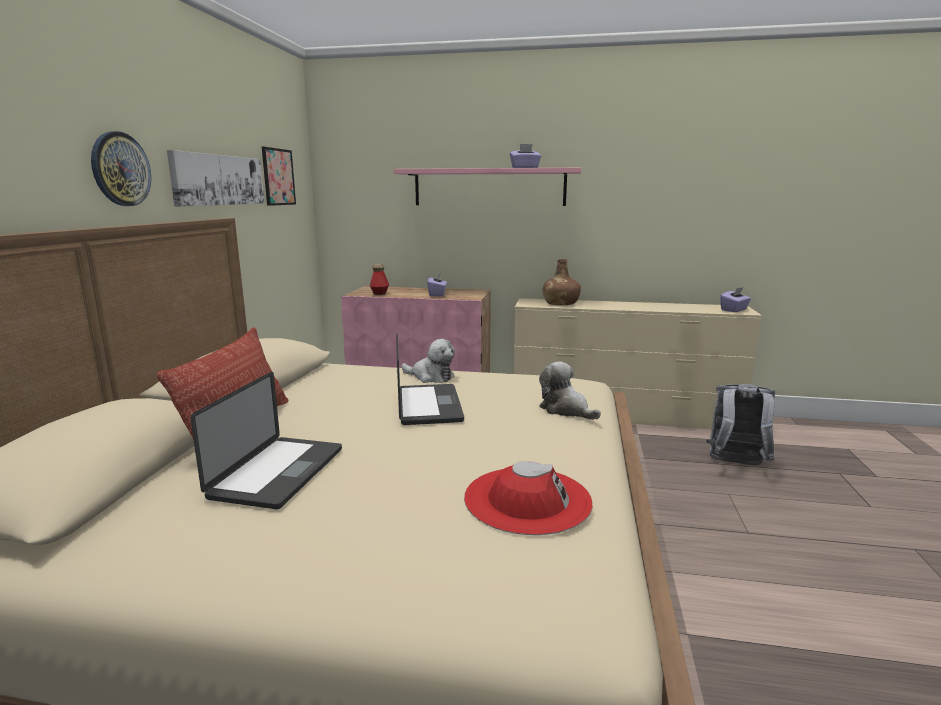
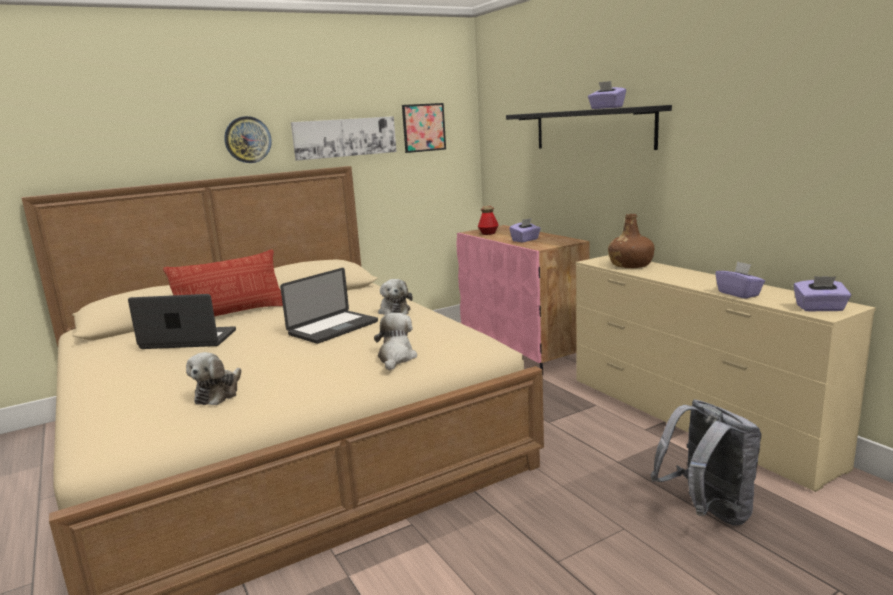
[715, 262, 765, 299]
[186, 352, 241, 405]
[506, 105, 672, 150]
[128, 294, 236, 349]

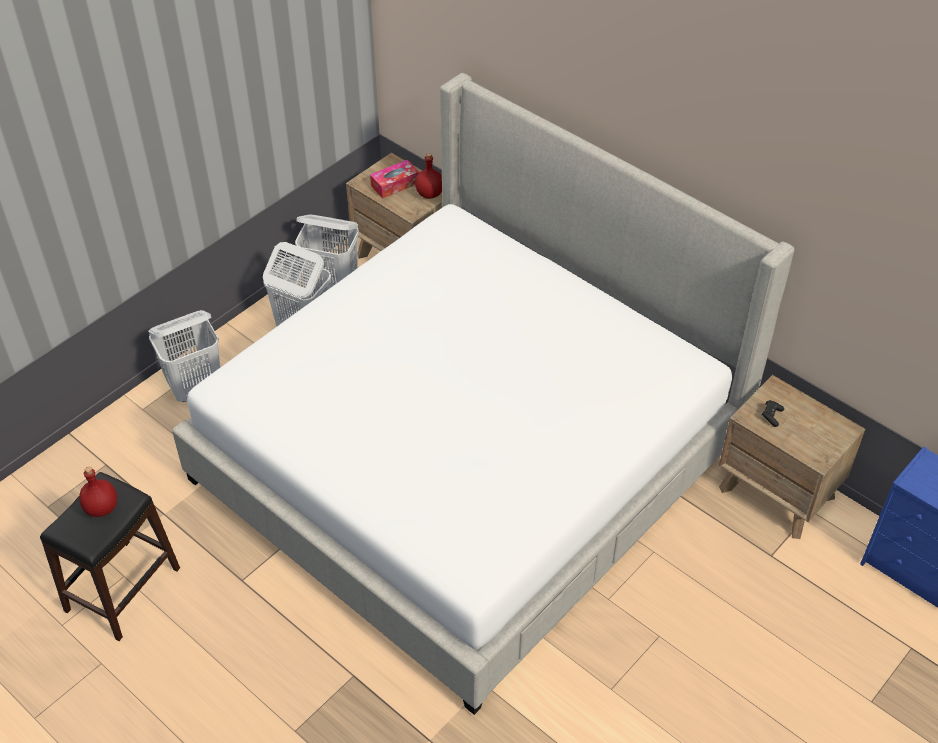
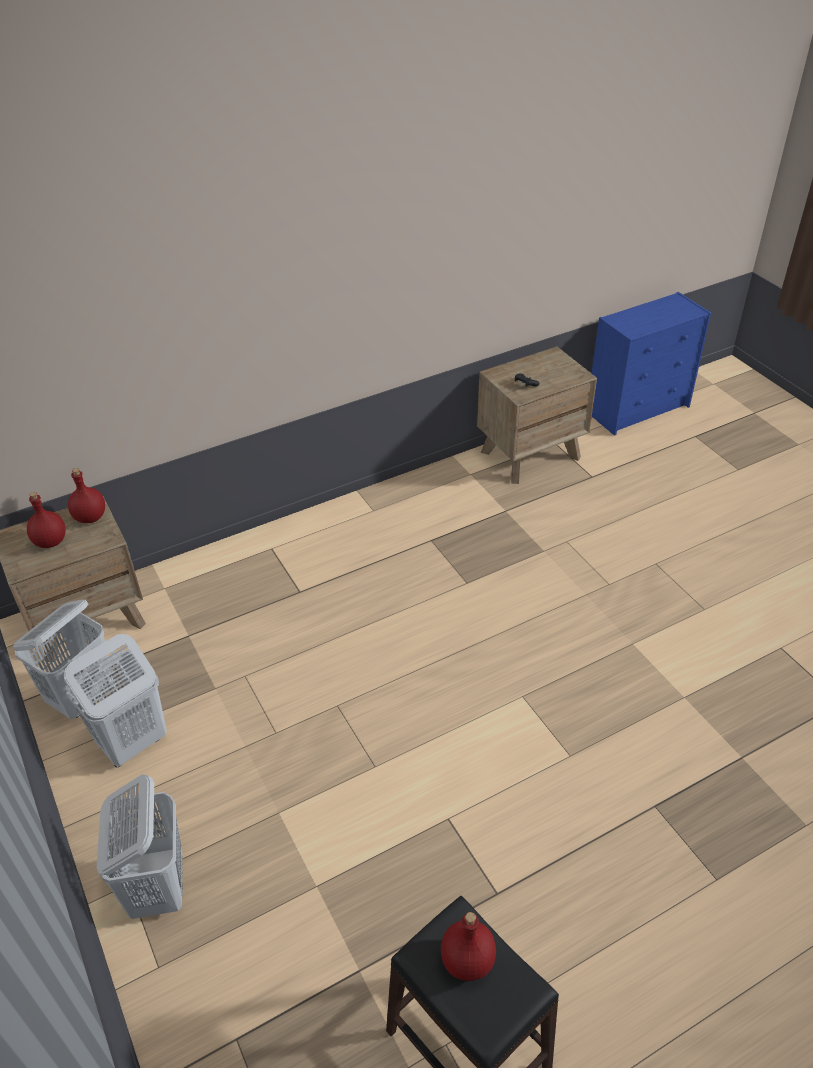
[172, 73, 795, 715] (first image)
[27, 492, 66, 548]

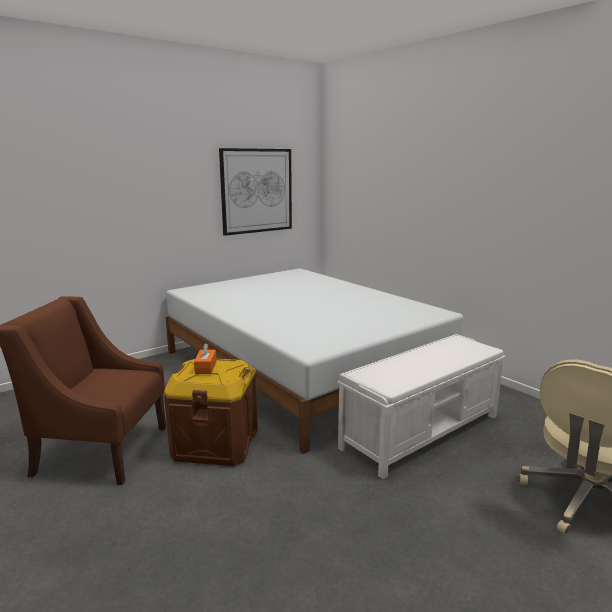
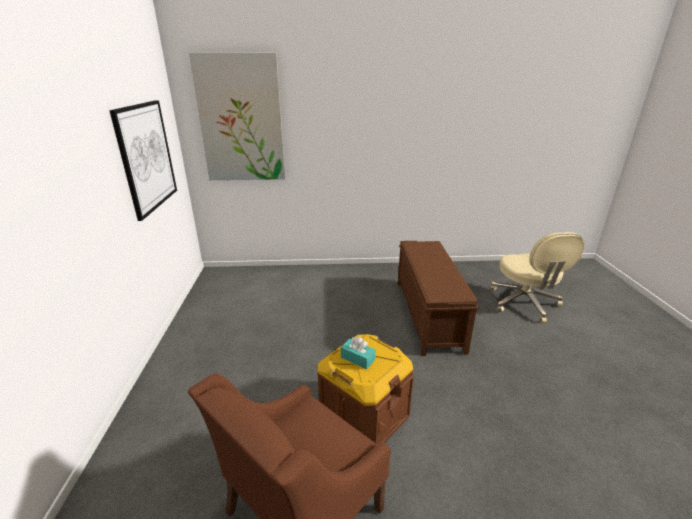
[165, 268, 464, 454] (first image)
[189, 53, 285, 180]
[341, 337, 375, 369]
[398, 241, 479, 356]

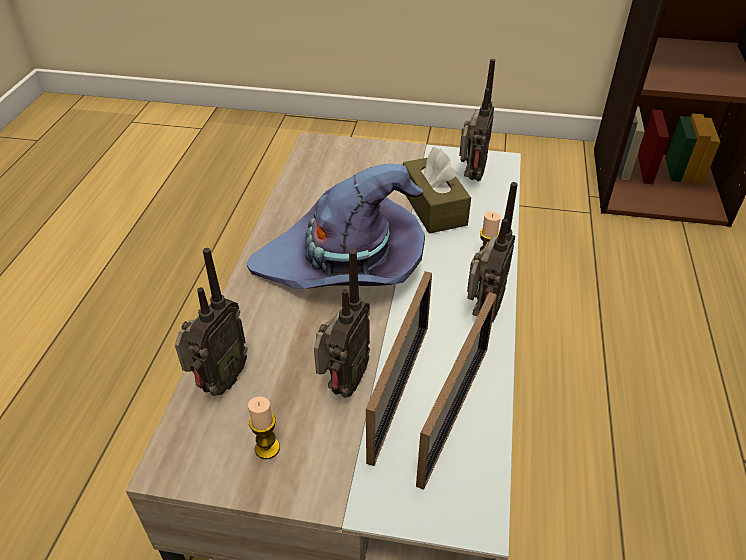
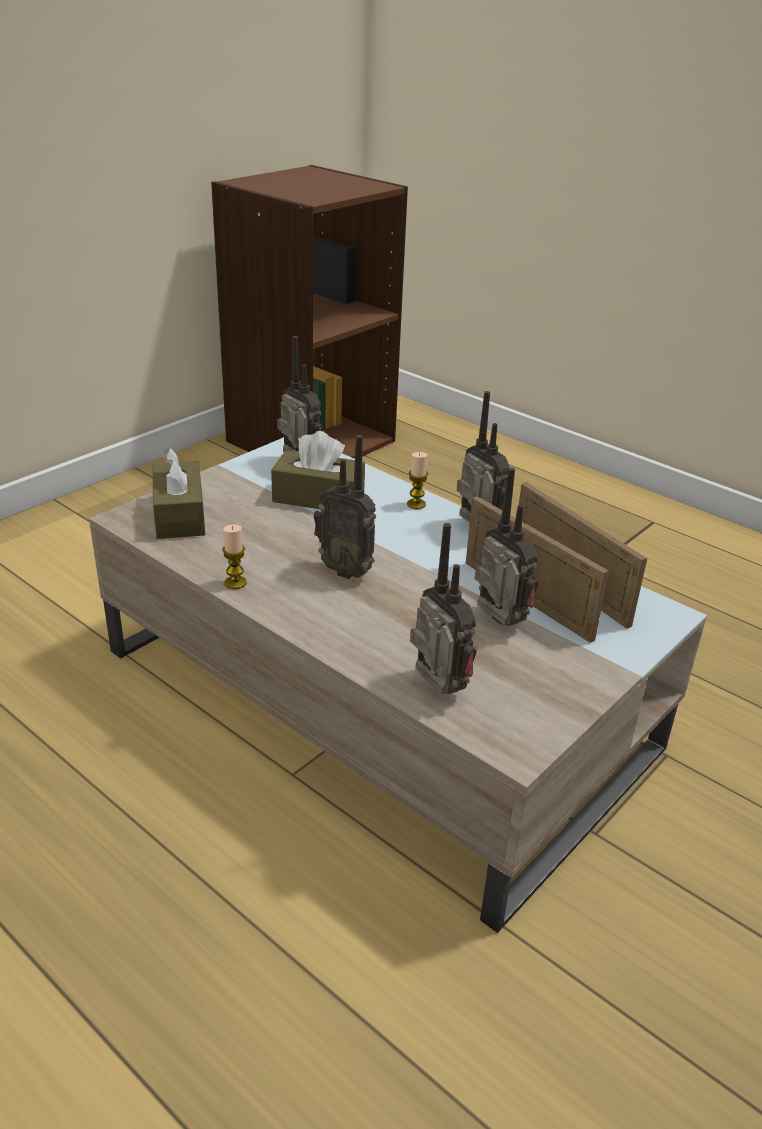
[152, 447, 205, 539]
[222, 524, 247, 589]
[313, 435, 376, 579]

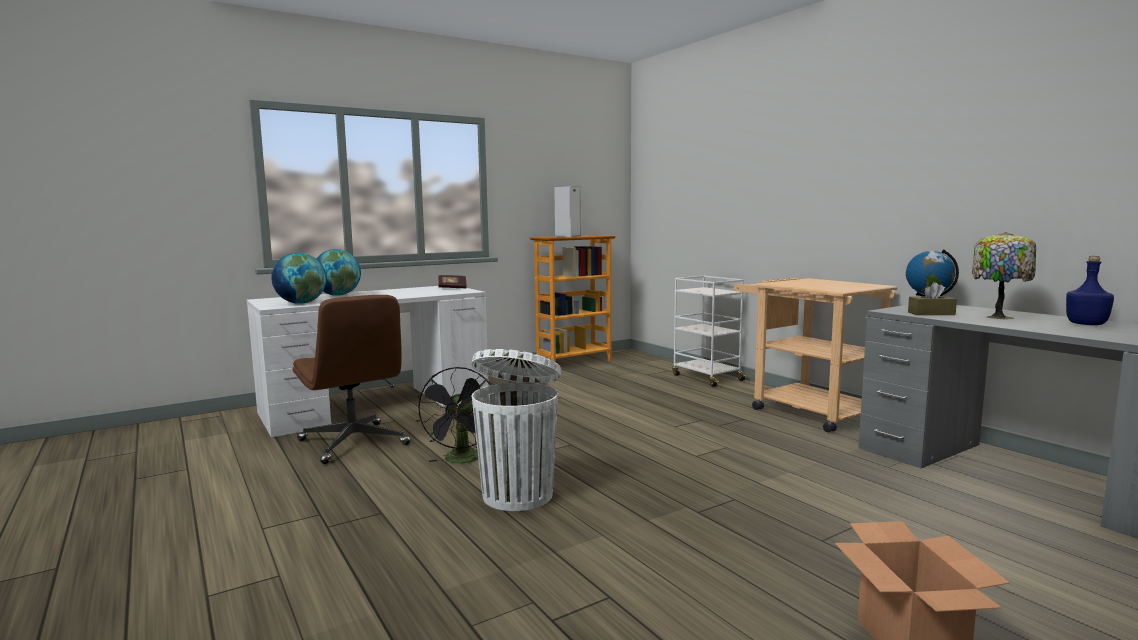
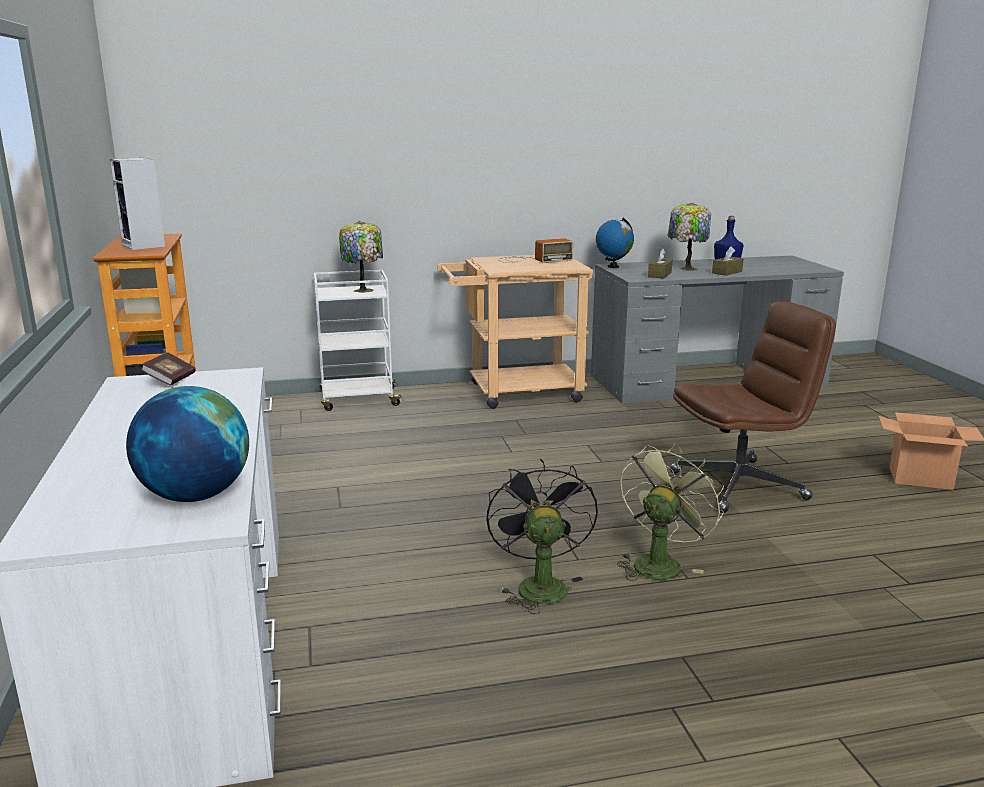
[316, 249, 361, 296] (first image)
[339, 221, 383, 293]
[499, 238, 573, 263]
[712, 246, 743, 276]
[670, 302, 836, 513]
[617, 443, 724, 581]
[487, 459, 598, 614]

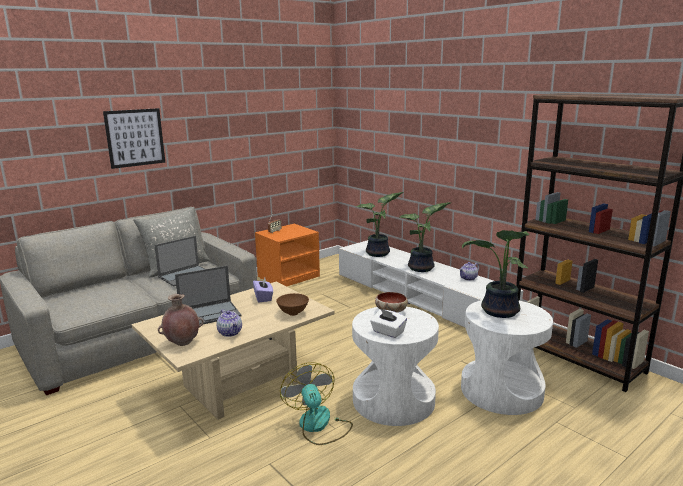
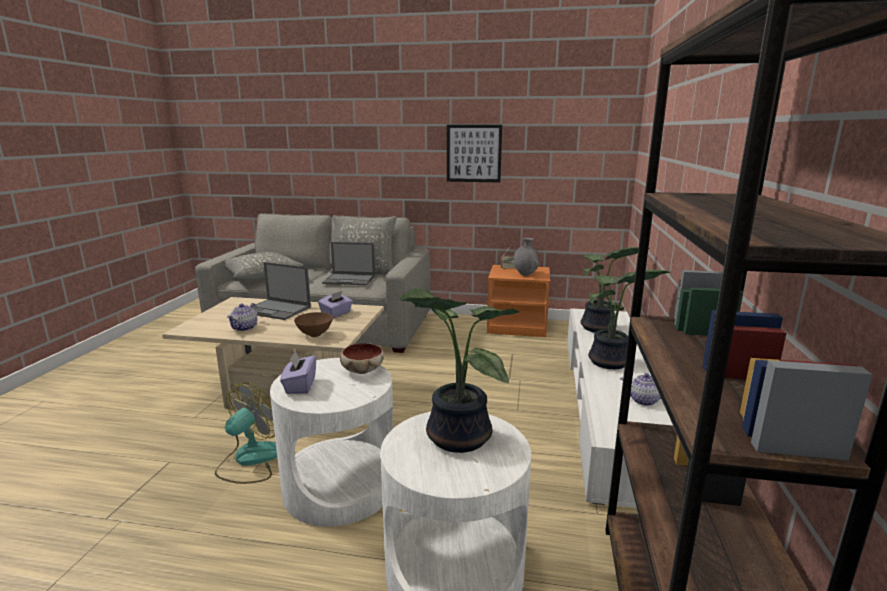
[158, 294, 203, 346] (first image)
[224, 252, 304, 280]
[514, 238, 540, 276]
[447, 125, 502, 182]
[280, 351, 316, 394]

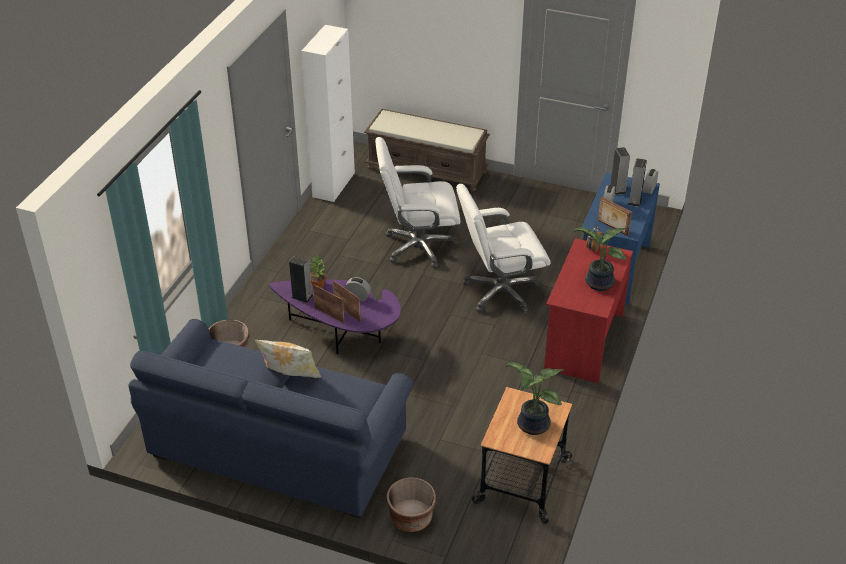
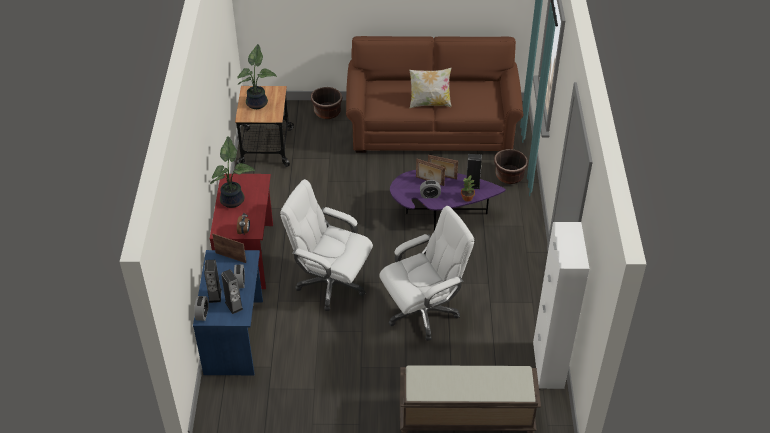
[346, 36, 523, 153]
[280, 179, 373, 311]

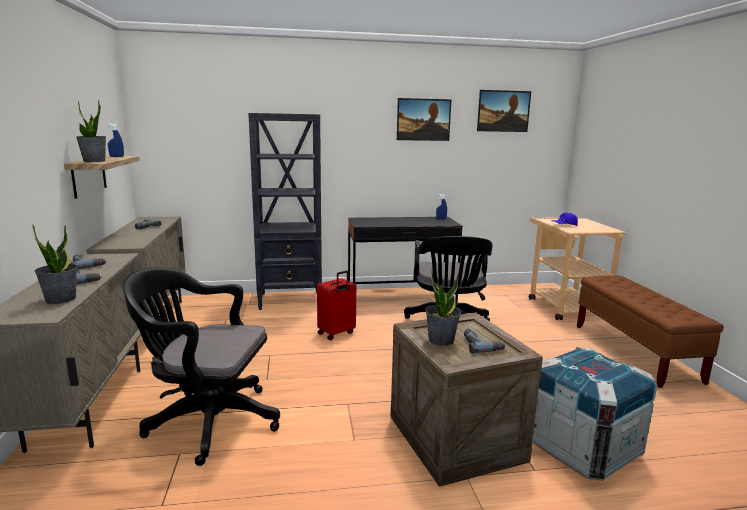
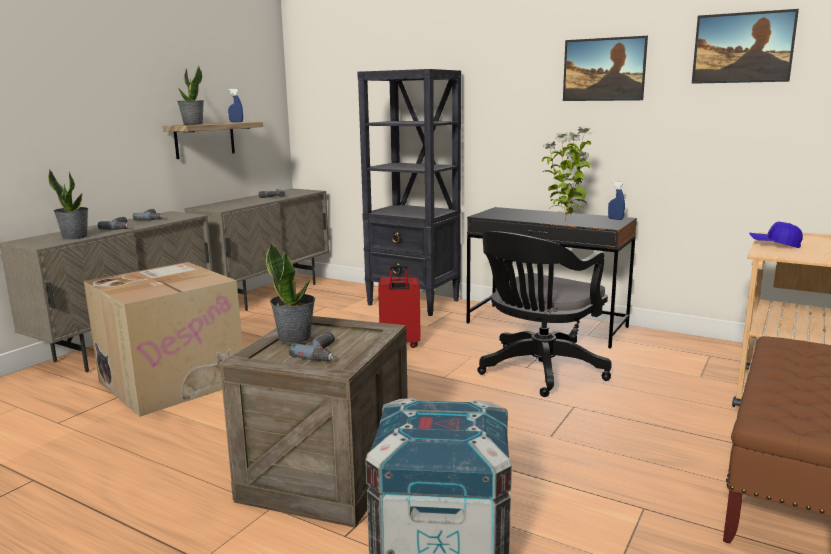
[542, 126, 592, 222]
[84, 262, 243, 417]

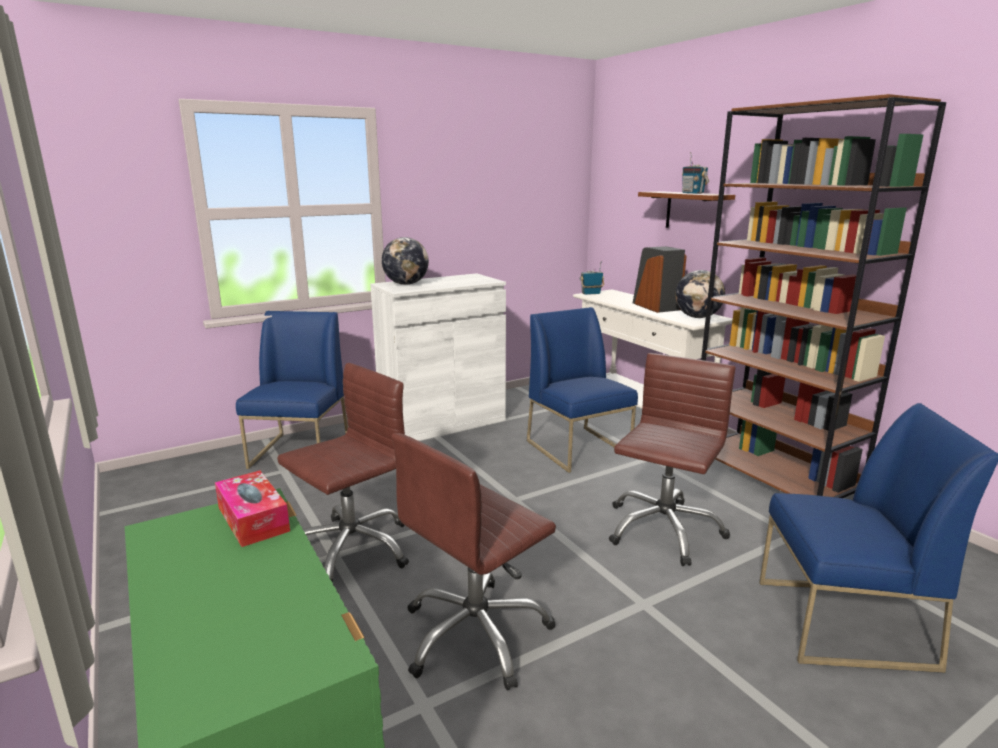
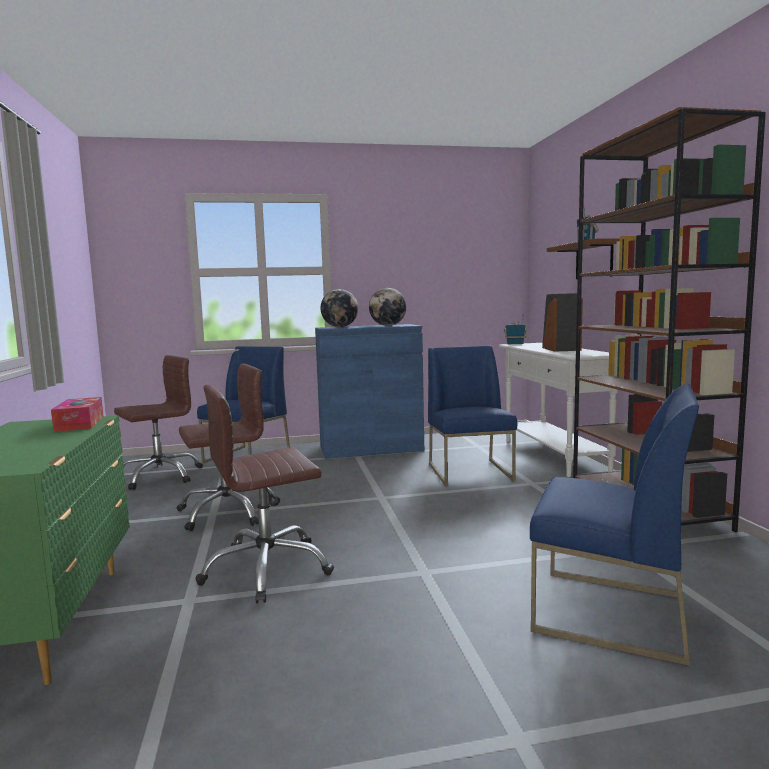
[114, 355, 203, 490]
[369, 288, 406, 326]
[315, 324, 424, 459]

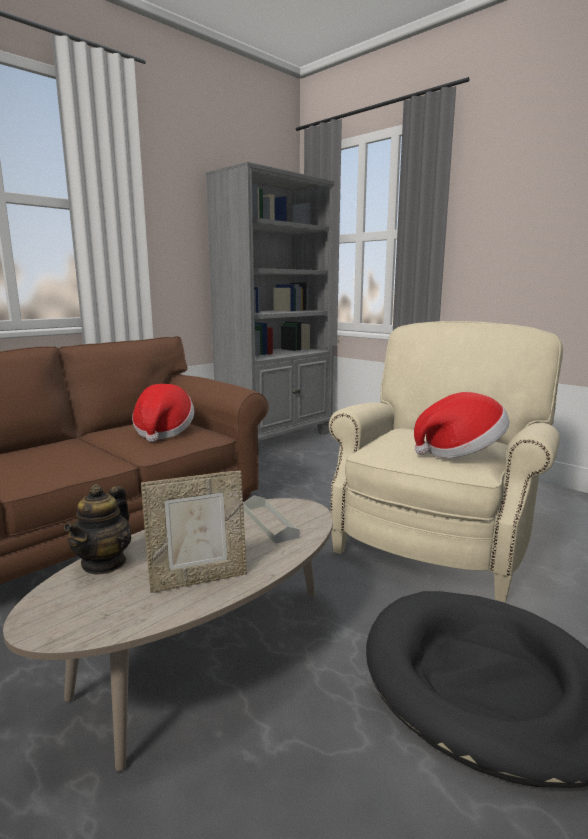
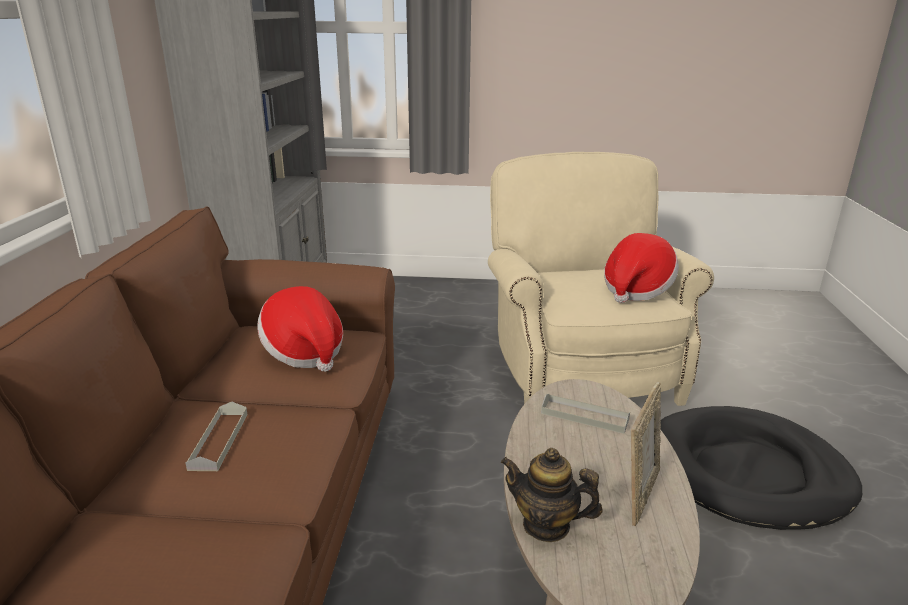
[185, 402, 247, 471]
[501, 448, 602, 542]

